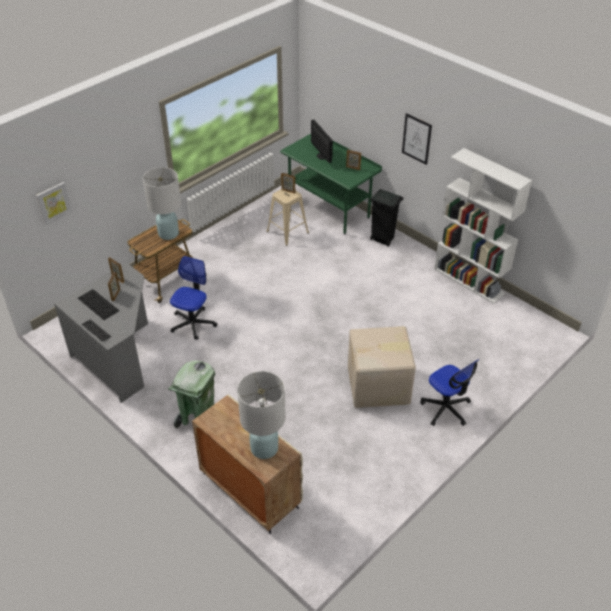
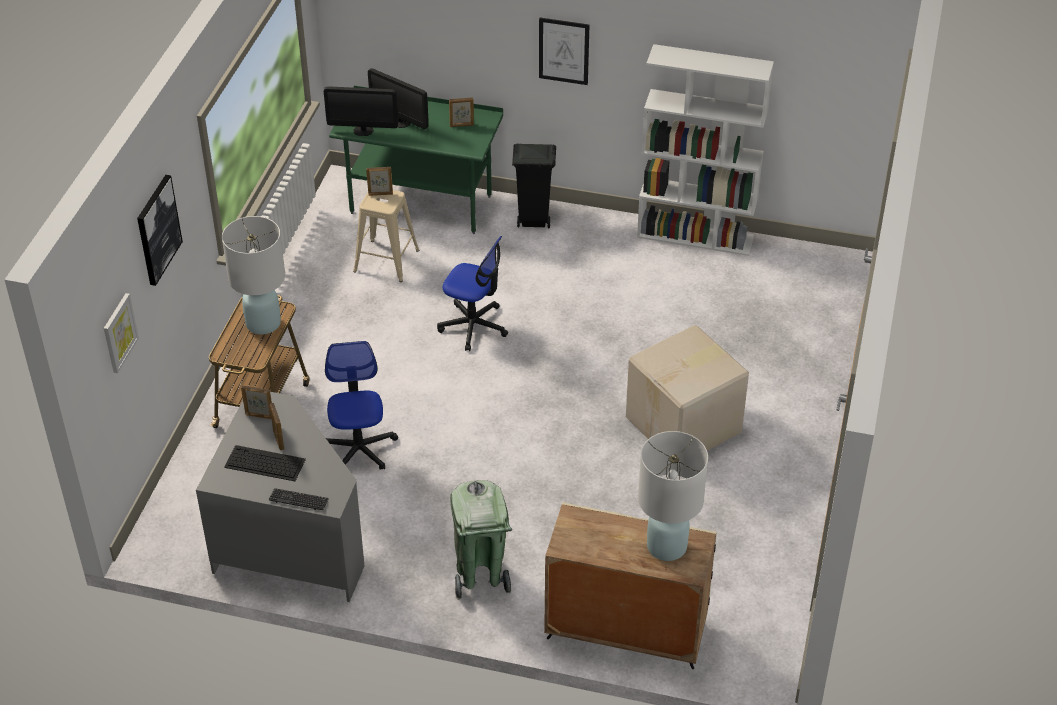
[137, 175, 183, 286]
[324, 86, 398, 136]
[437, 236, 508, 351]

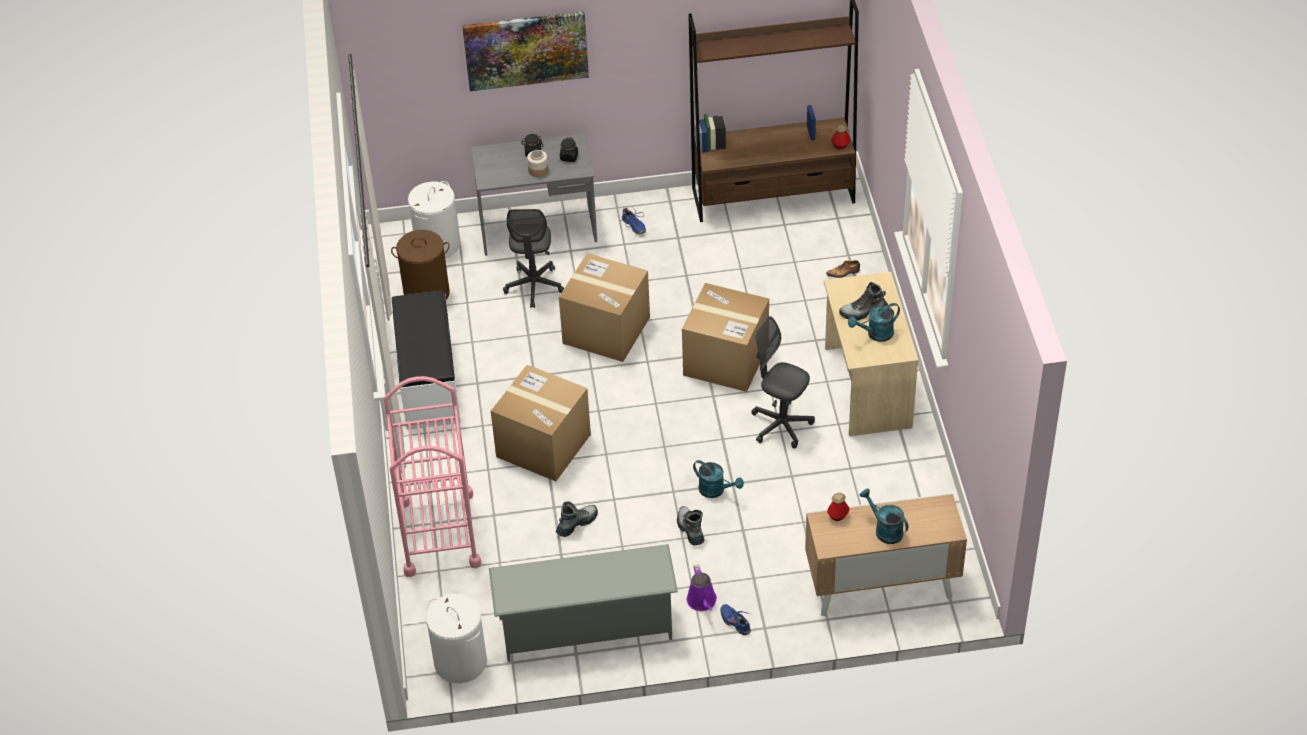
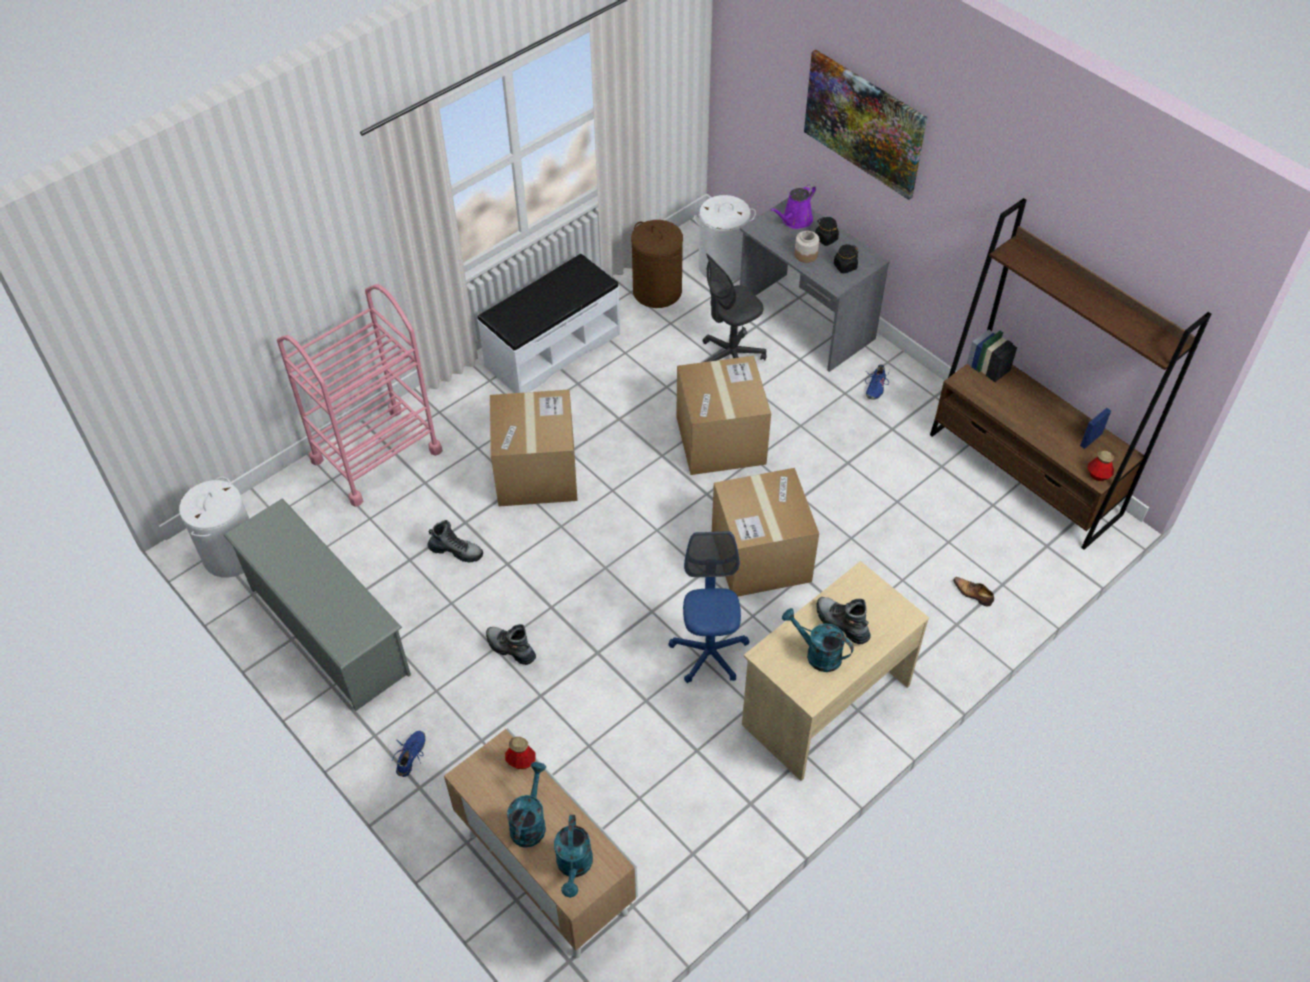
[770, 184, 816, 229]
[554, 815, 593, 898]
[669, 531, 749, 683]
[486, 624, 536, 665]

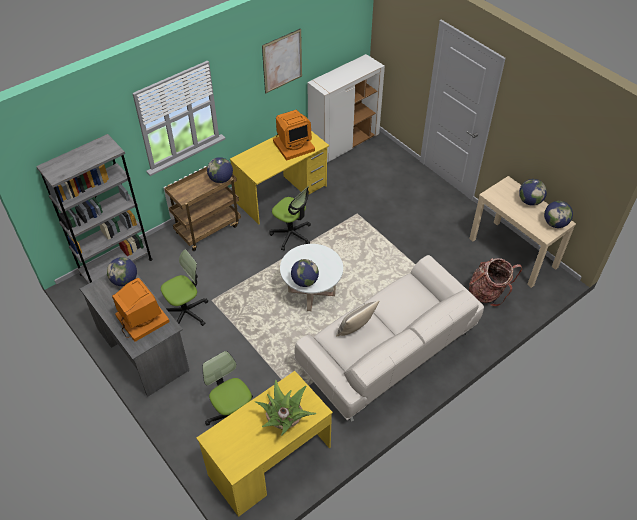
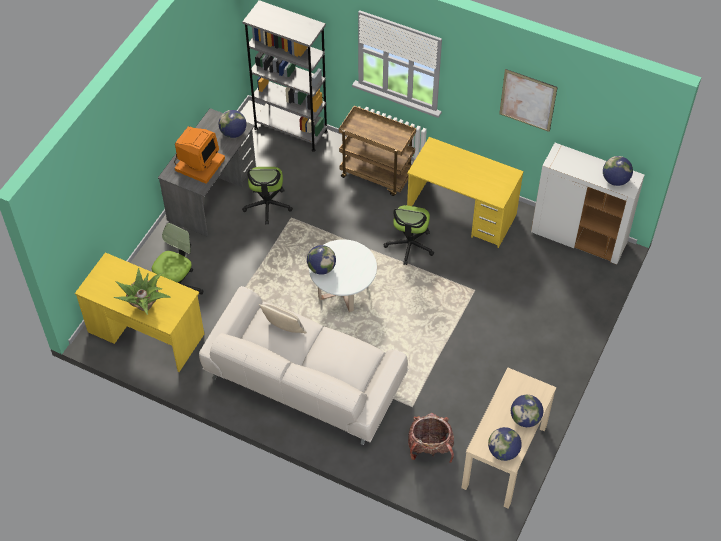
[273, 110, 315, 160] (first image)
[603, 156, 633, 186]
[242, 167, 293, 225]

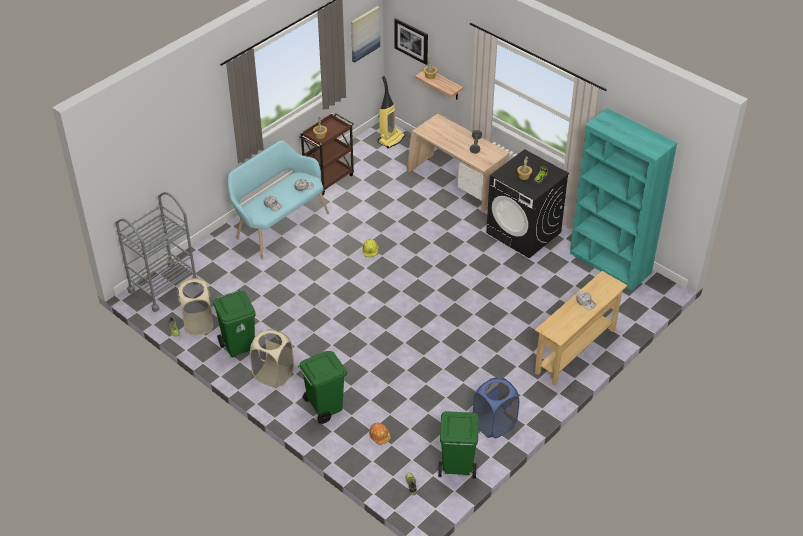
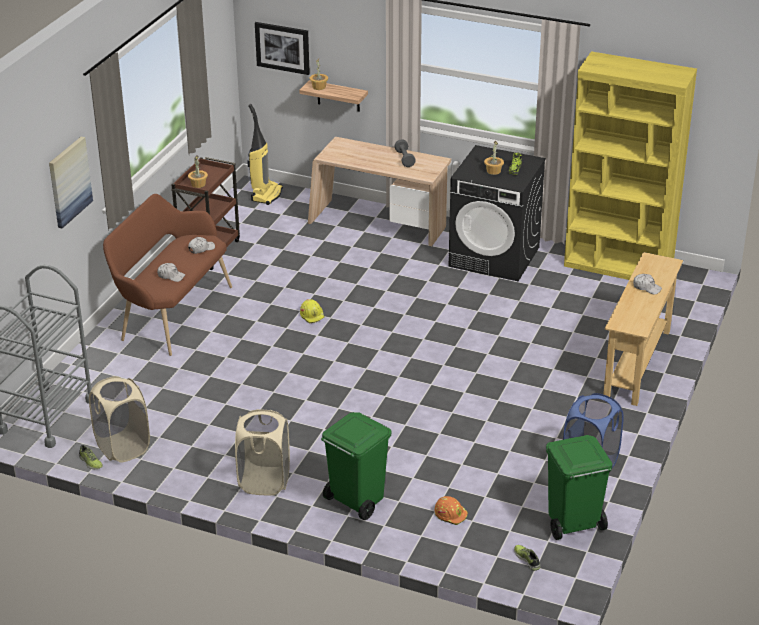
[213, 290, 255, 357] (first image)
[49, 137, 93, 228]
[103, 194, 232, 356]
[564, 52, 697, 280]

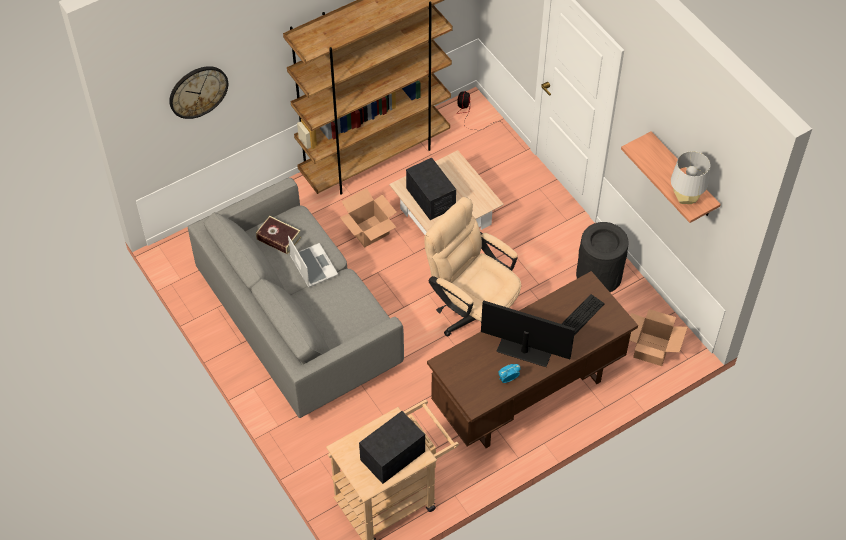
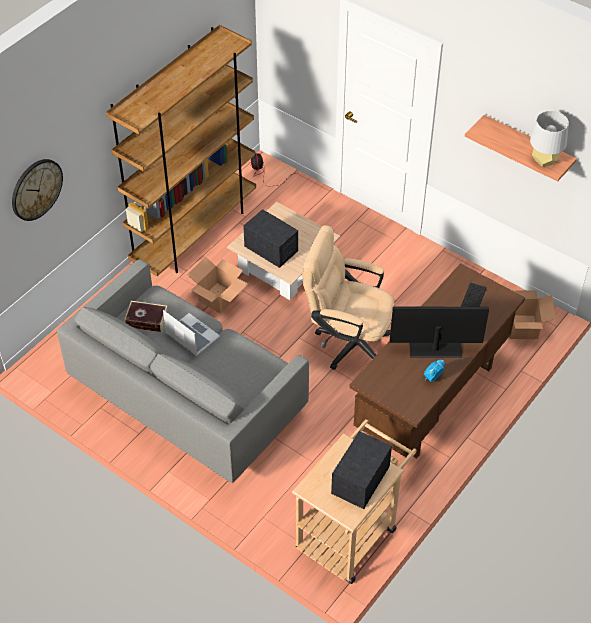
[576, 222, 629, 292] (first image)

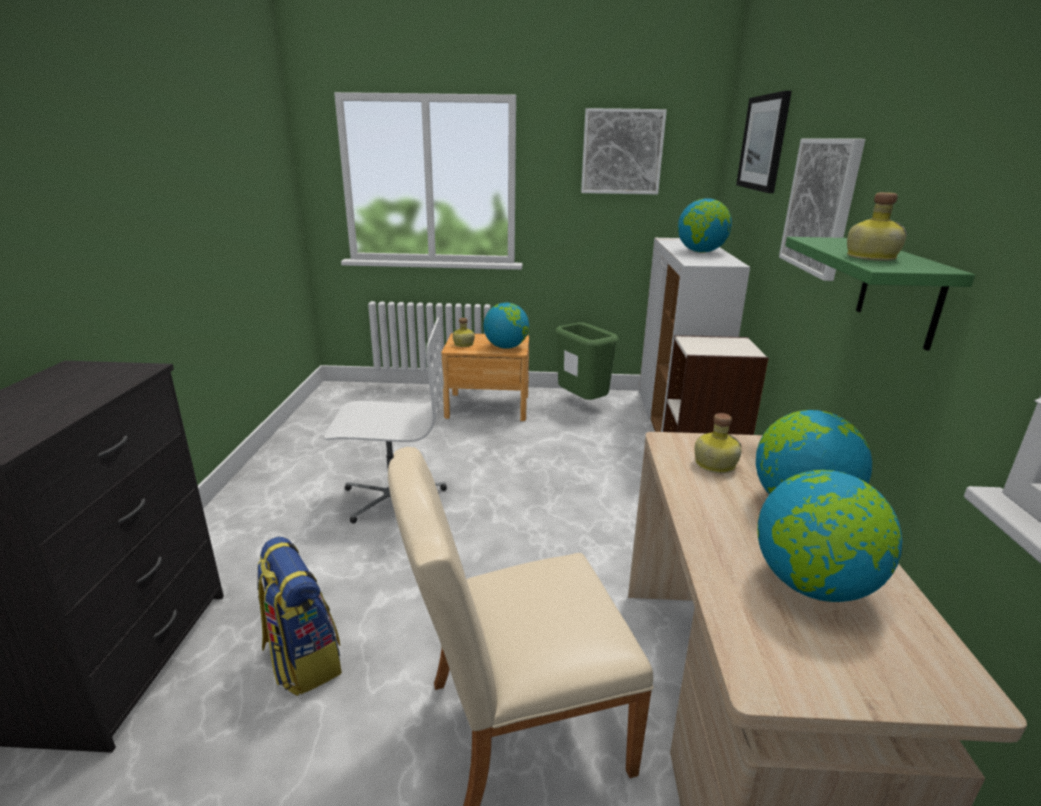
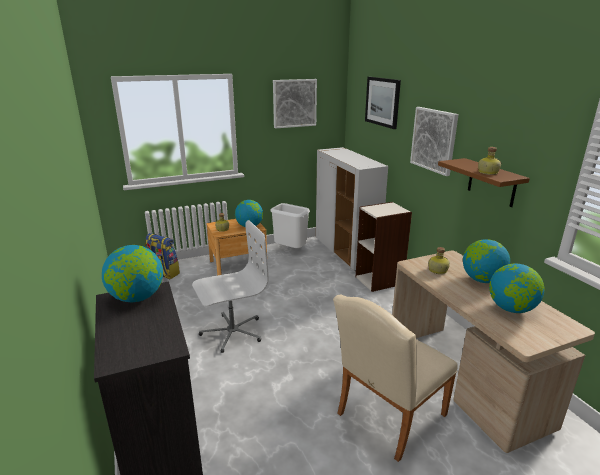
[145, 233, 180, 279]
[102, 245, 163, 302]
[270, 203, 310, 248]
[438, 158, 530, 207]

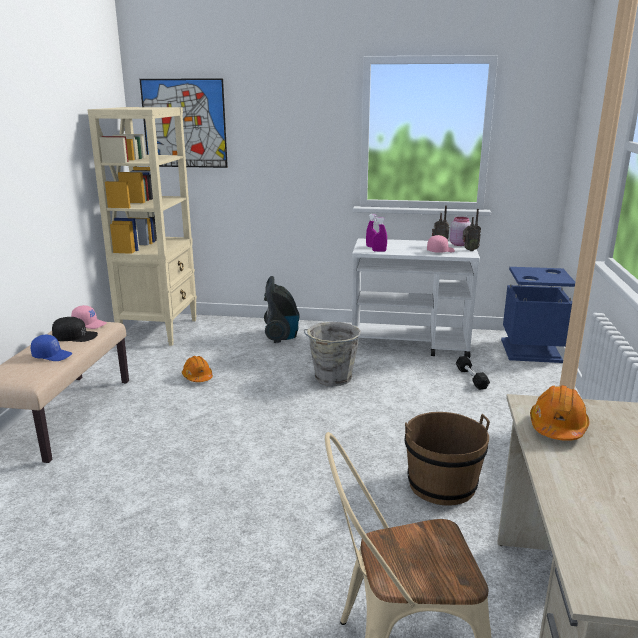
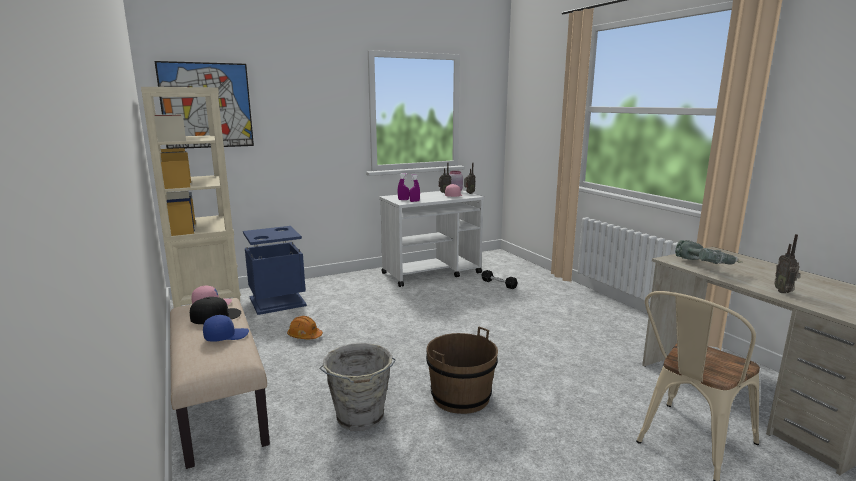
[264, 276, 300, 343] (first image)
[774, 234, 800, 293]
[319, 343, 396, 431]
[426, 326, 498, 414]
[243, 226, 307, 315]
[675, 240, 741, 265]

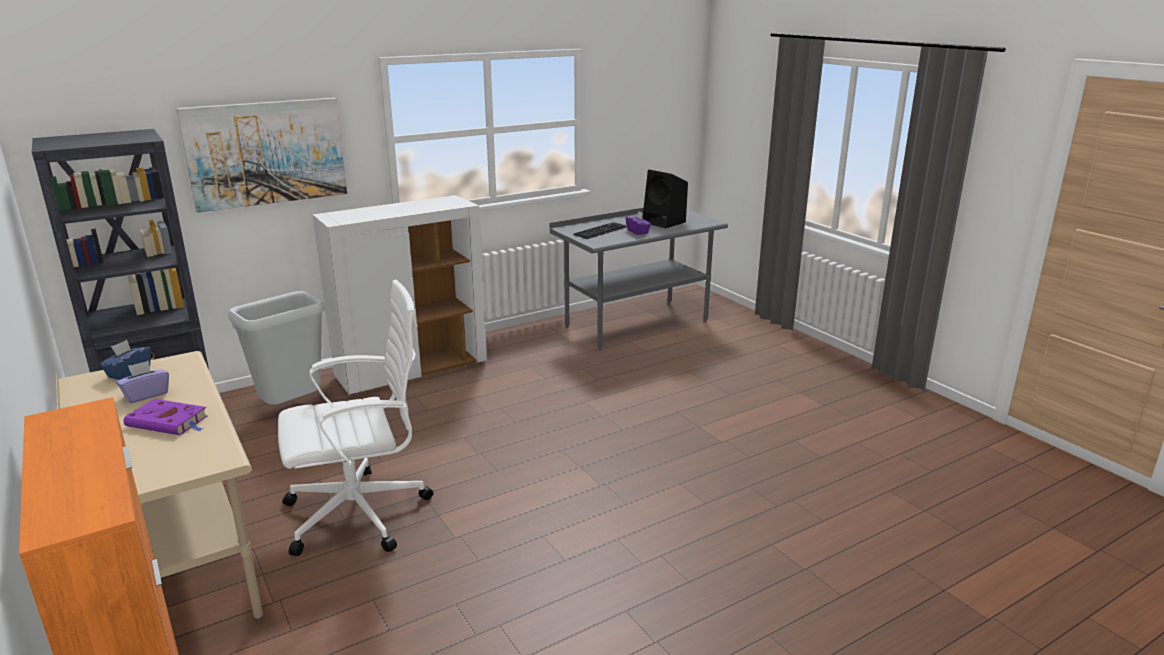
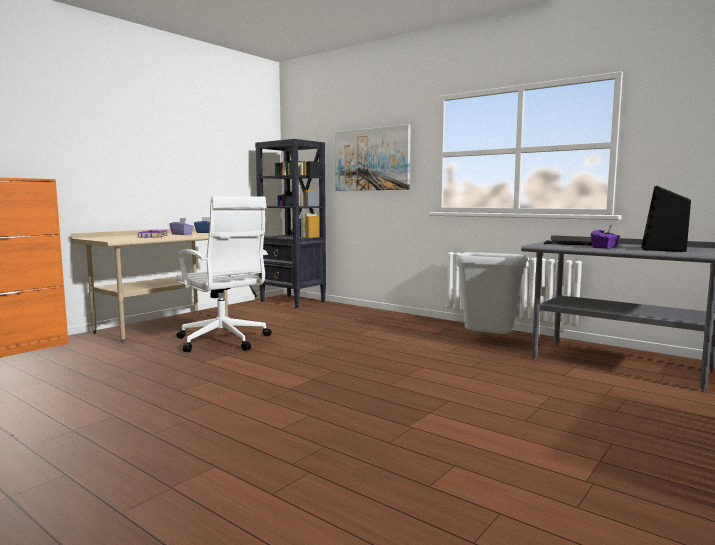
[313, 195, 487, 395] (first image)
[456, 252, 527, 334]

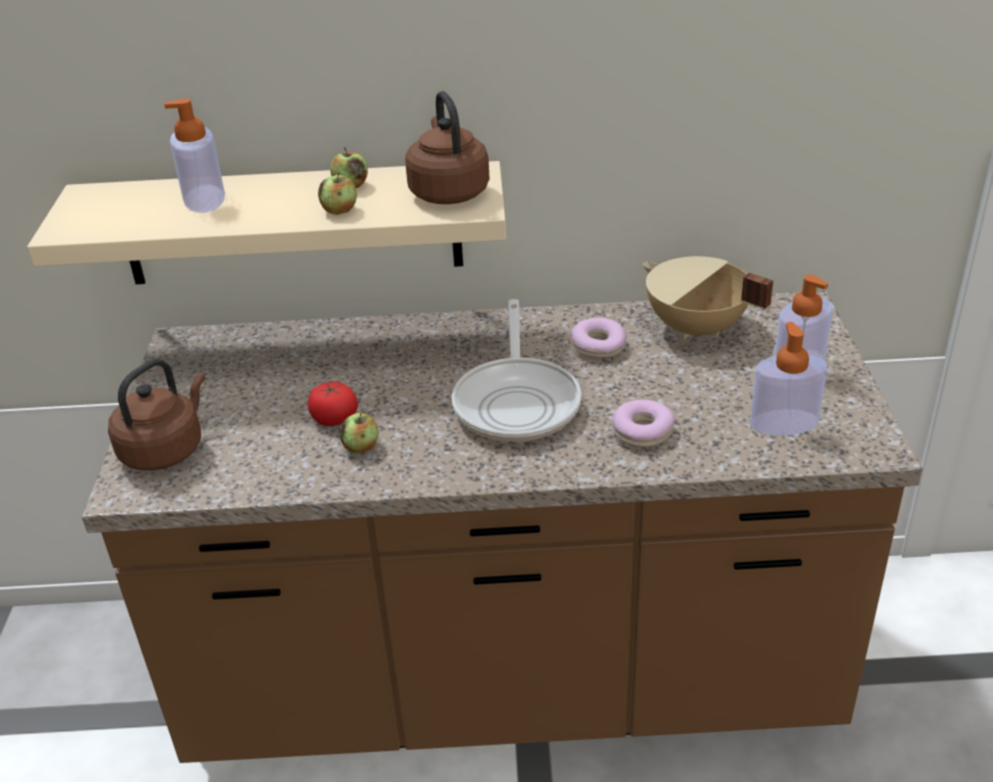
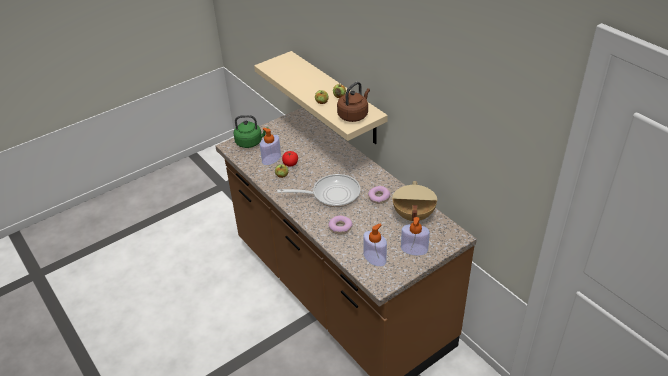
[260, 128, 281, 165]
[233, 115, 268, 148]
[277, 174, 361, 207]

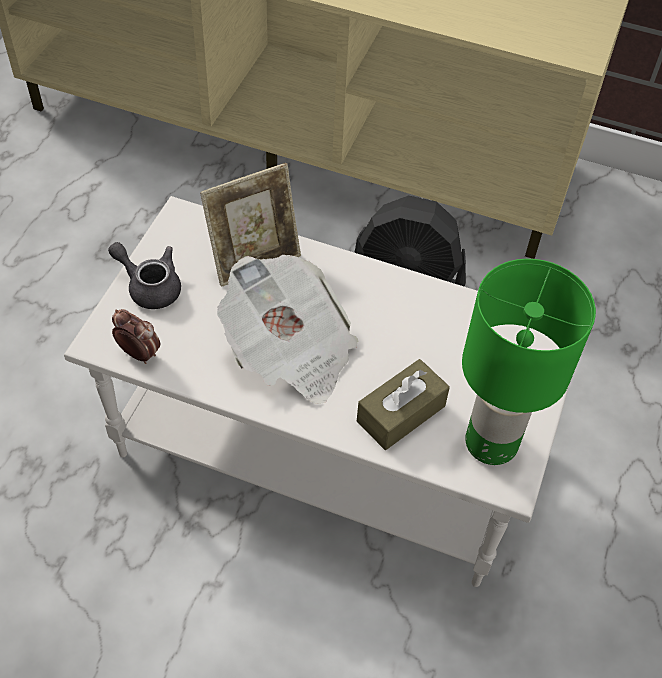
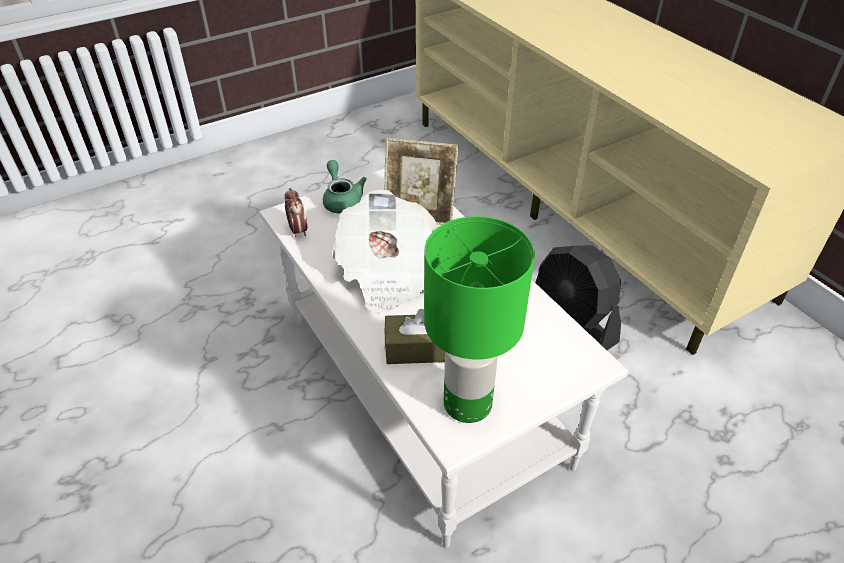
[323, 160, 367, 214]

